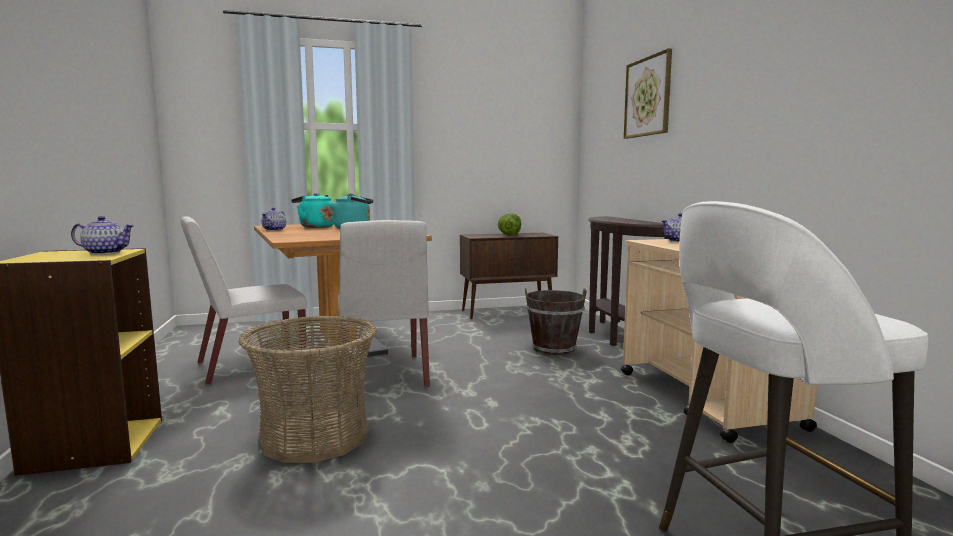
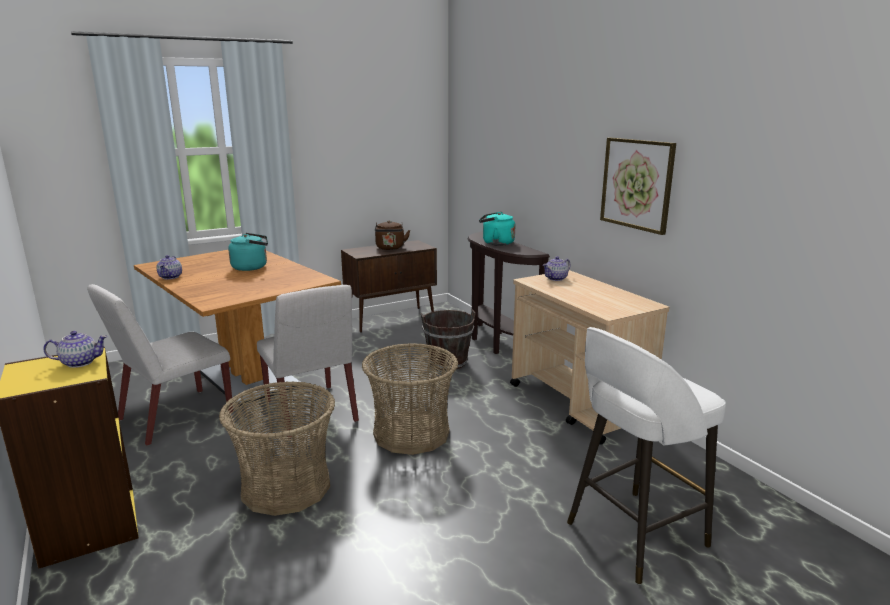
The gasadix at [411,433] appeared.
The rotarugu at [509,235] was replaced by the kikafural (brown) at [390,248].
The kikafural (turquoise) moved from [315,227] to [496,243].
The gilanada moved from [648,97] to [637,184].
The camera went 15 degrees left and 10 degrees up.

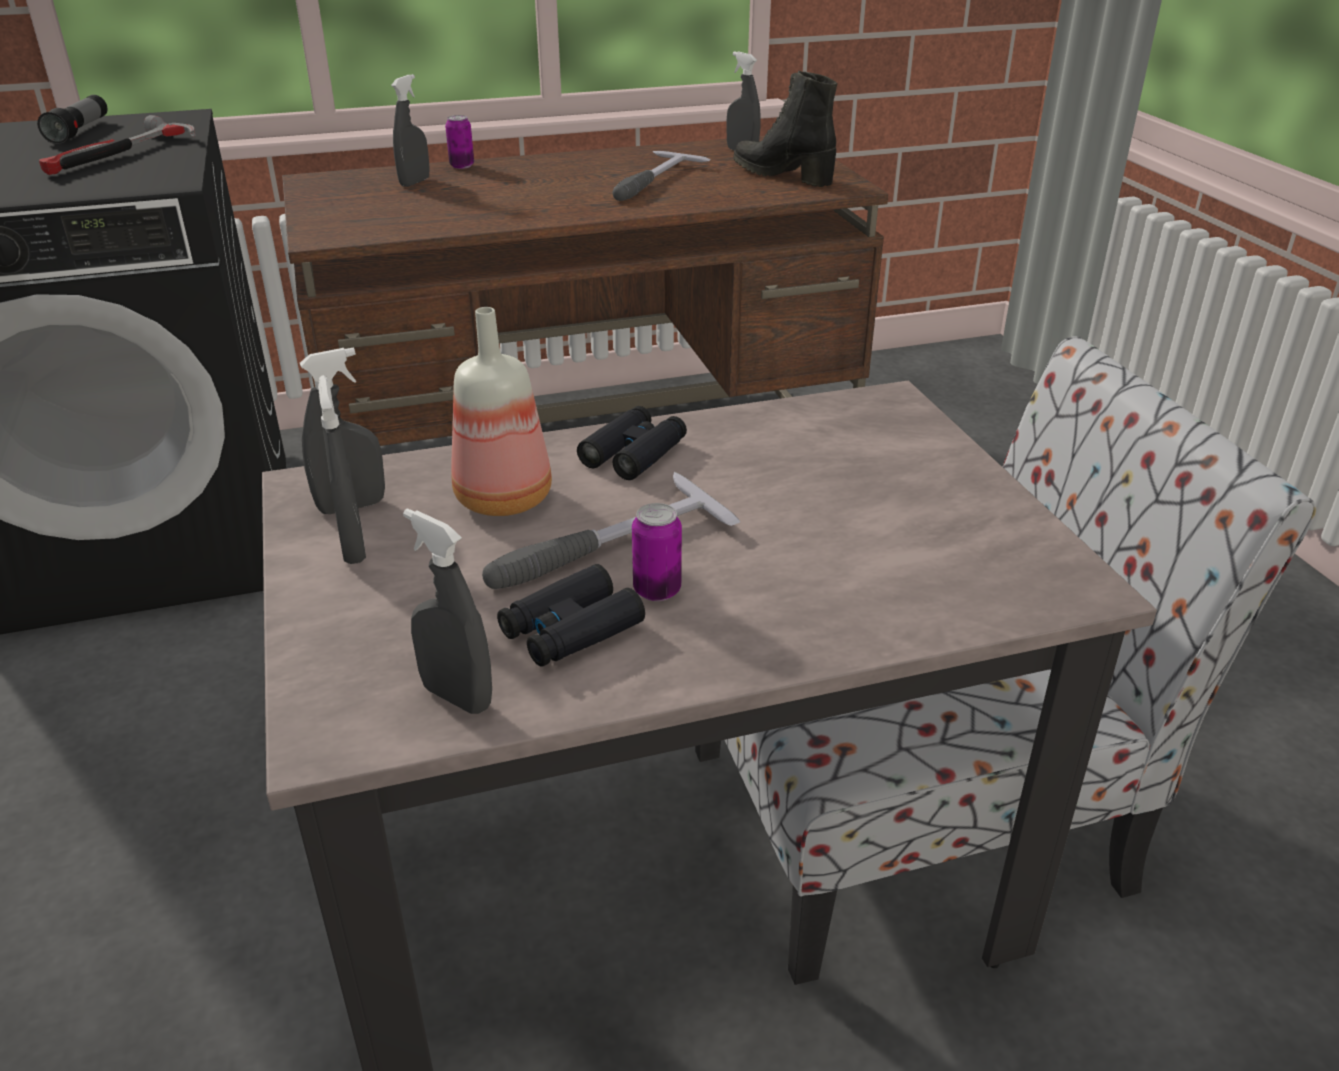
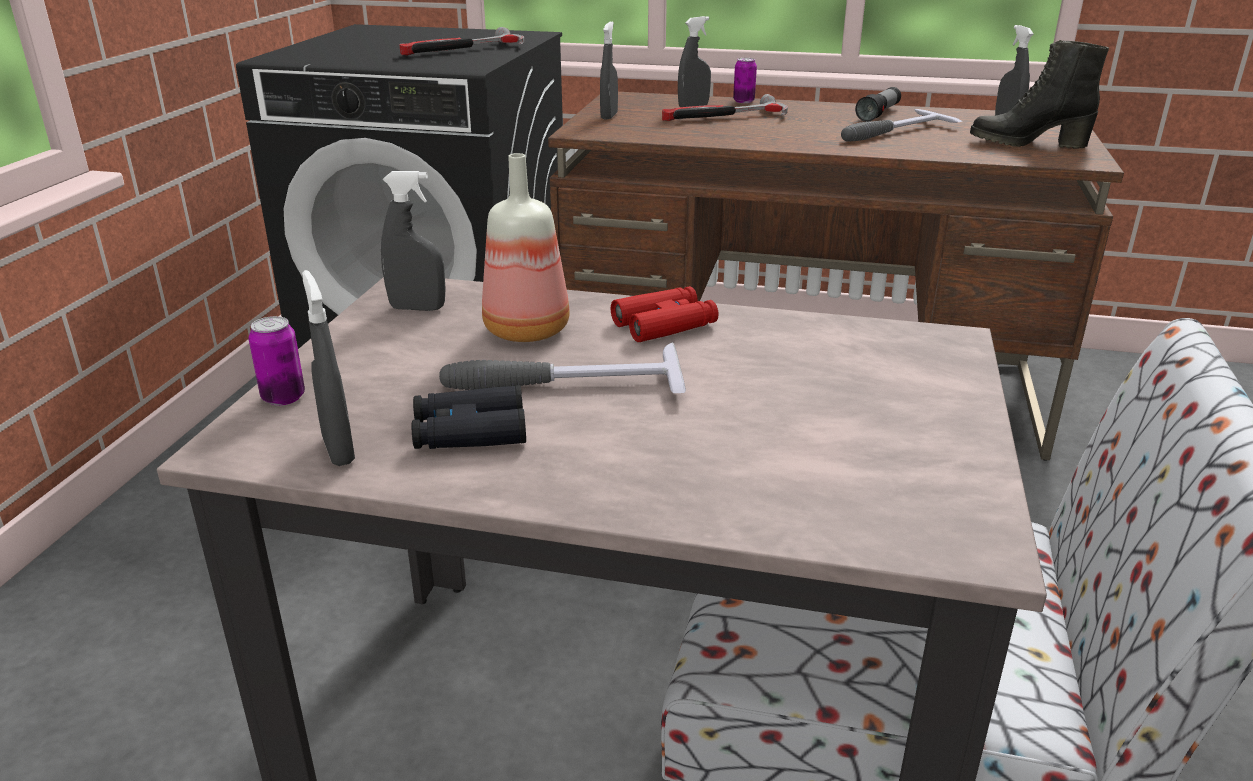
The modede moved from [657,590] to [283,397].
The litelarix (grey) moved from [353,547] to [609,116].
The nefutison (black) at [634,453] became the nefutison (red) at [664,325].
The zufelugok at [723,118] appeared.
The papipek moved from [79,132] to [878,114].
The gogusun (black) at [783,175] turned 60 degrees counterclockwise.
The camera went 30 degrees right and 5 degrees down.

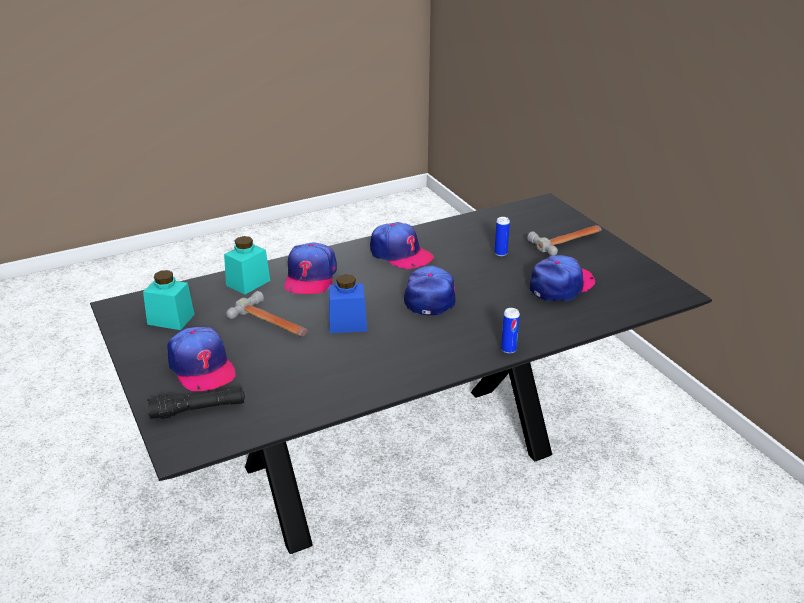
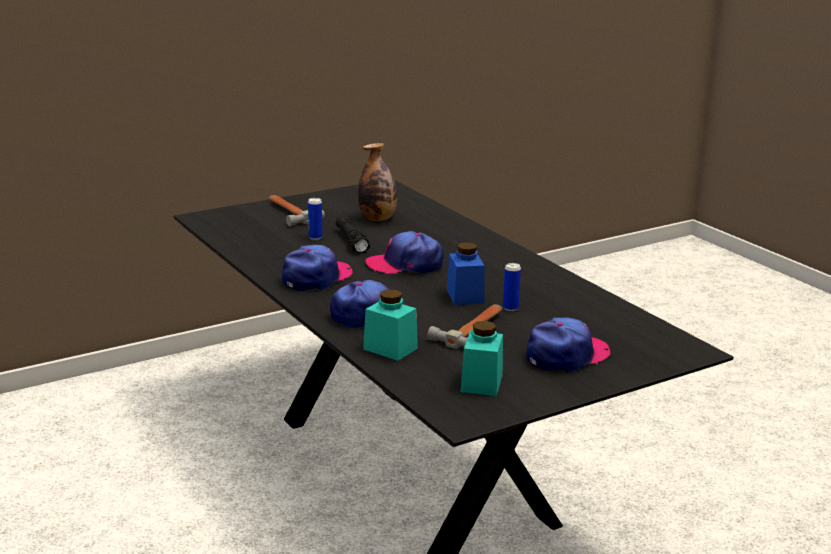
The papipek (black) moved from [198,410] to [351,241].
The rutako at [561,285] was replaced by the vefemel at [377,219].
The modede moved from [508,349] to [510,308].
The camera went 95 degrees left and 10 degrees down.

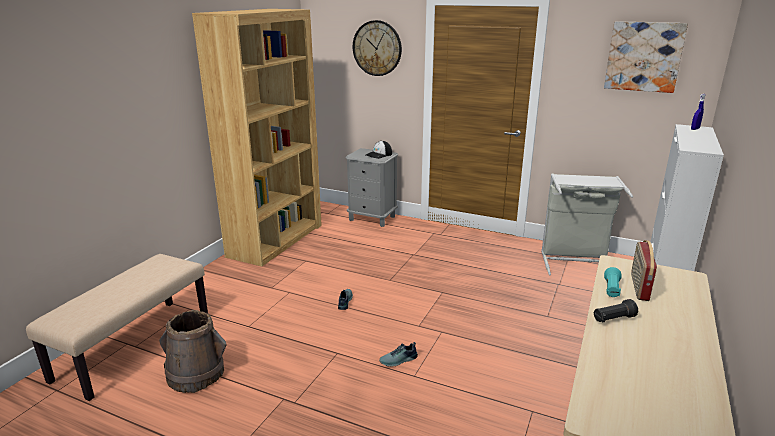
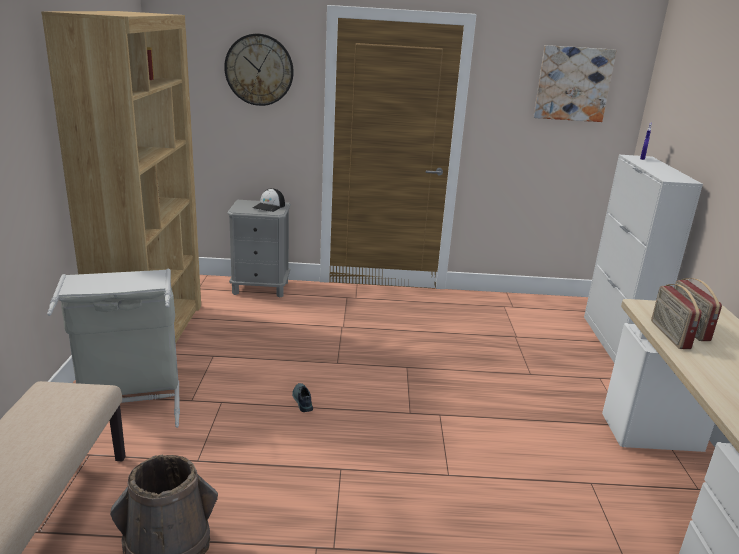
The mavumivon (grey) moved from [575,261] to [128,403].
The papipek (turquoise) at [611,289] was replaced by the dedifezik at [669,335].
The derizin at [399,360] disappeared.
The papipek (black) at [613,319] disappeared.
The camera went 25 degrees left and 0 degrees up.

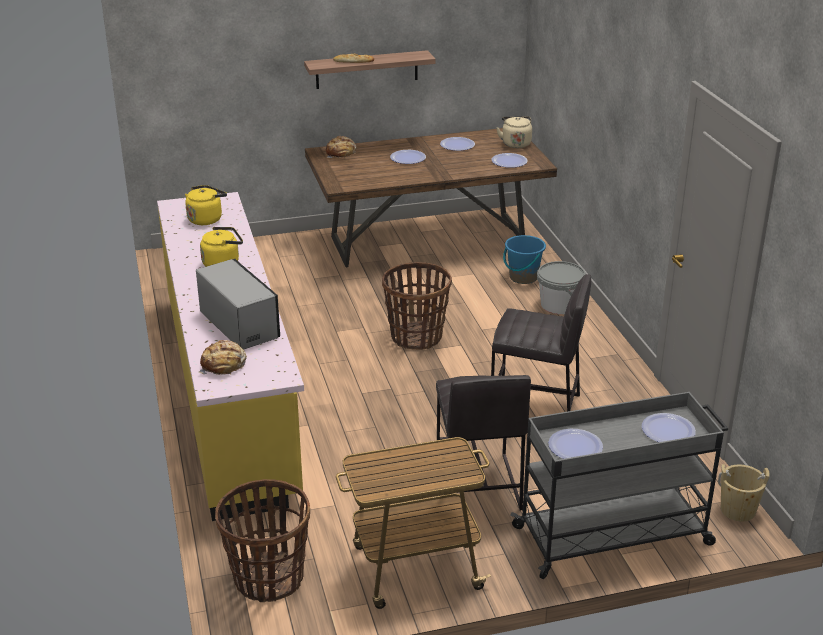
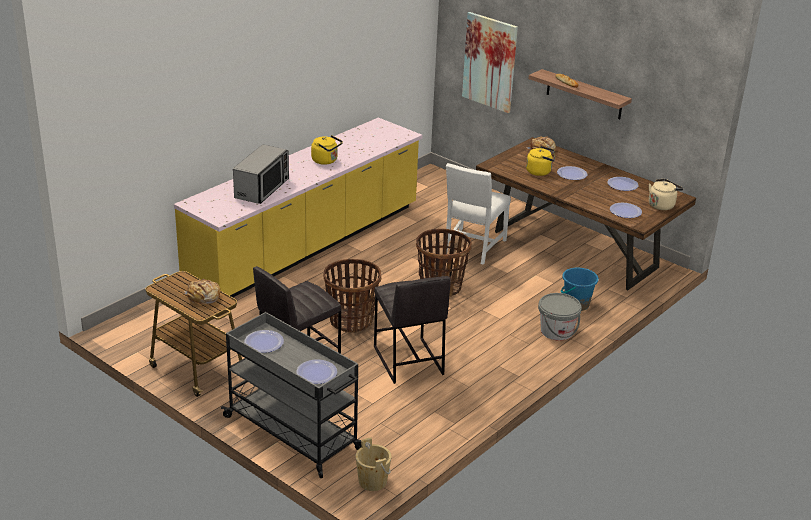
The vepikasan moved from [223,365] to [203,297].
The gasadix moved from [268,579] to [351,321].
The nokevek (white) at [472,247] appeared.
The gilanada at [490,62] appeared.
The kikafural (yellow) moved from [206,219] to [540,171].
The camera went 55 degrees right and 0 degrees up.

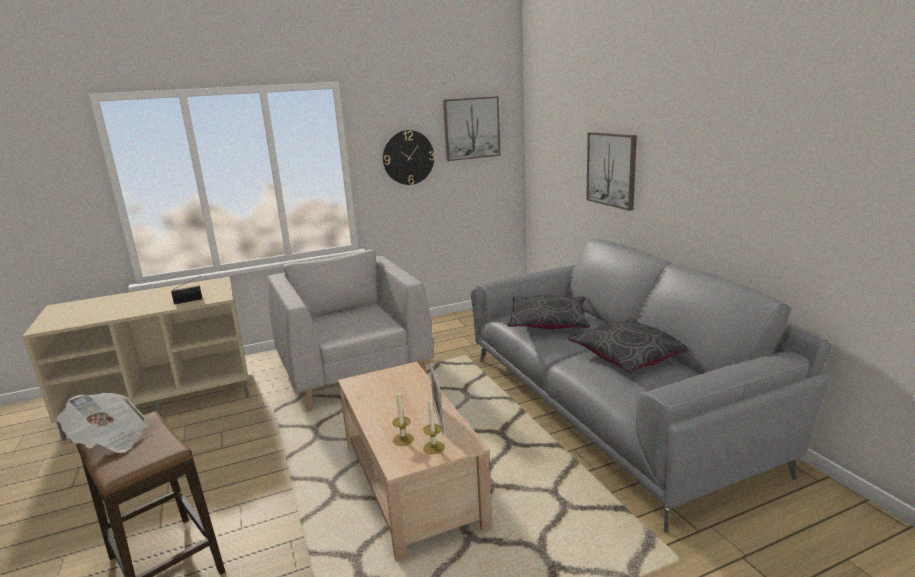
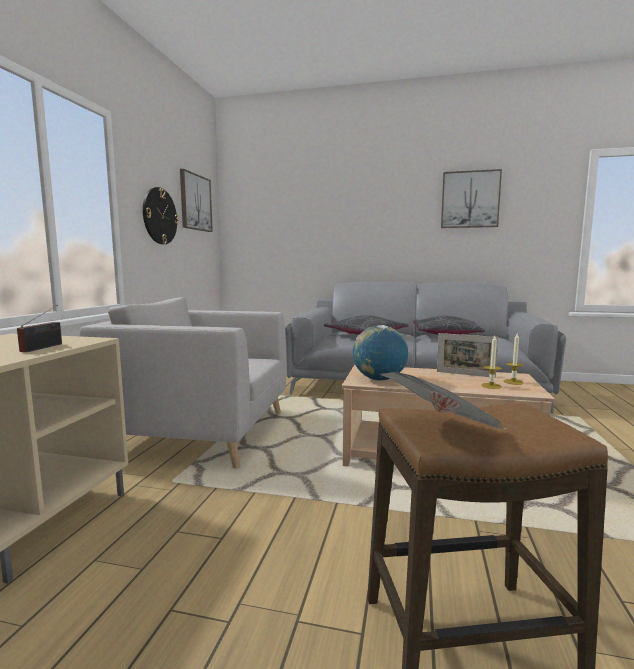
The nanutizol at [379,379] appeared.
The gilanada moved from [611,169] to [470,199].
The camera went 55 degrees left and 10 degrees down.

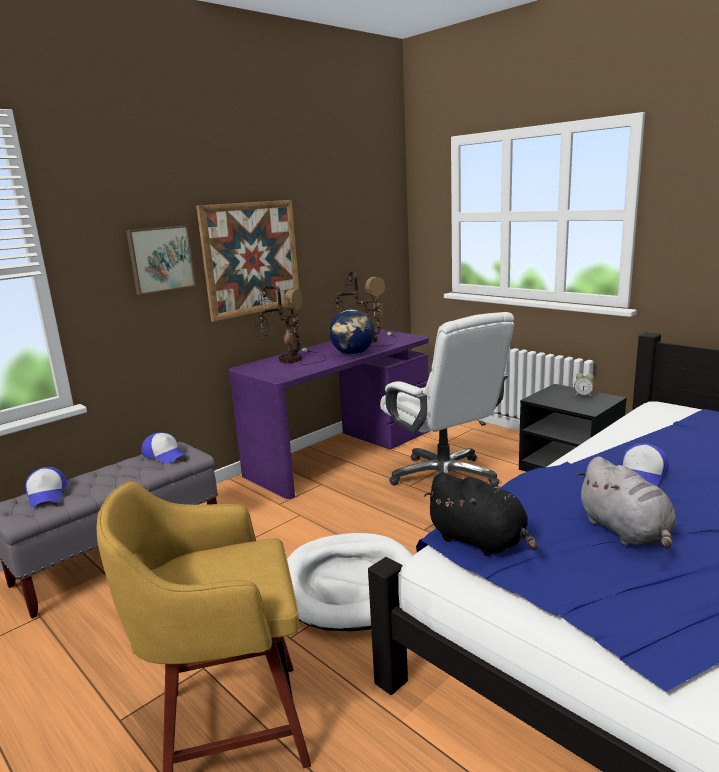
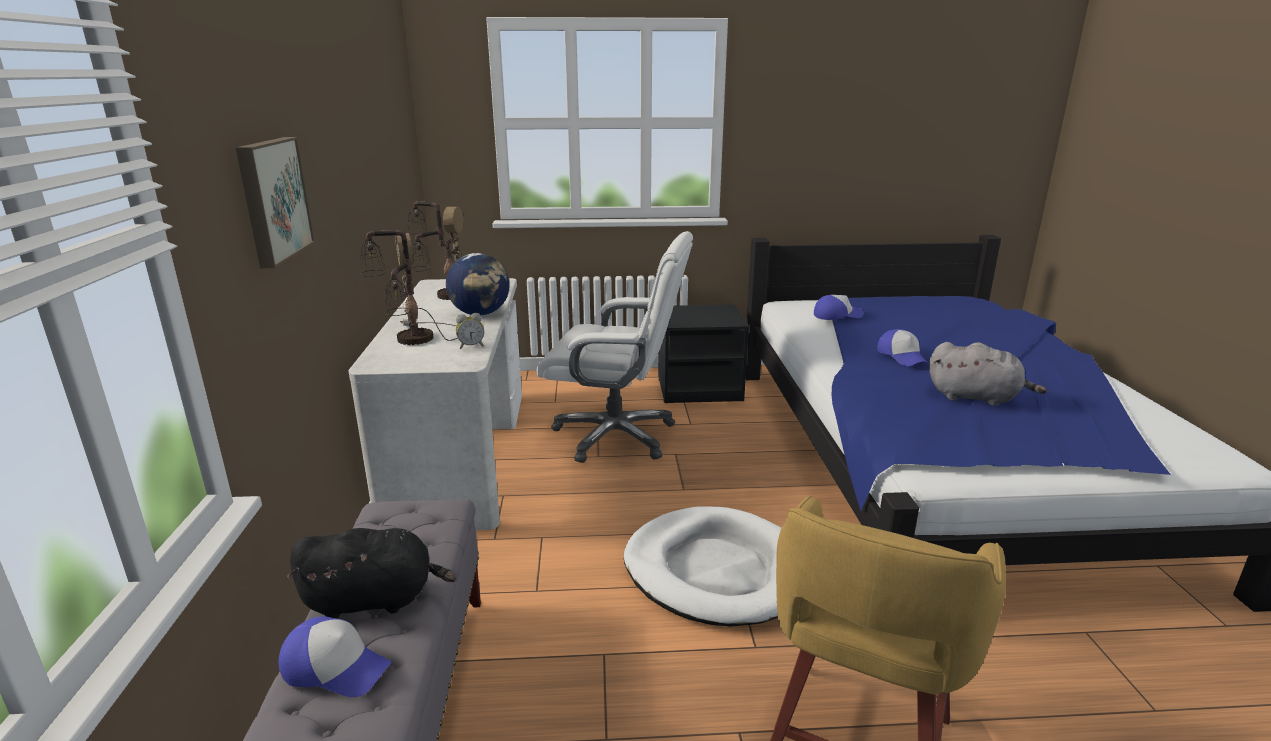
The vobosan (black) moved from [480,541] to [375,600].
The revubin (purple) at [341,452] became the revubin (white) at [460,453].
The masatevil moved from [583,396] to [471,346].
The rutako moved from [165,455] to [837,315].
The gilanada at [251,258] disappeared.
The camera went 50 degrees left and 5 degrees up.

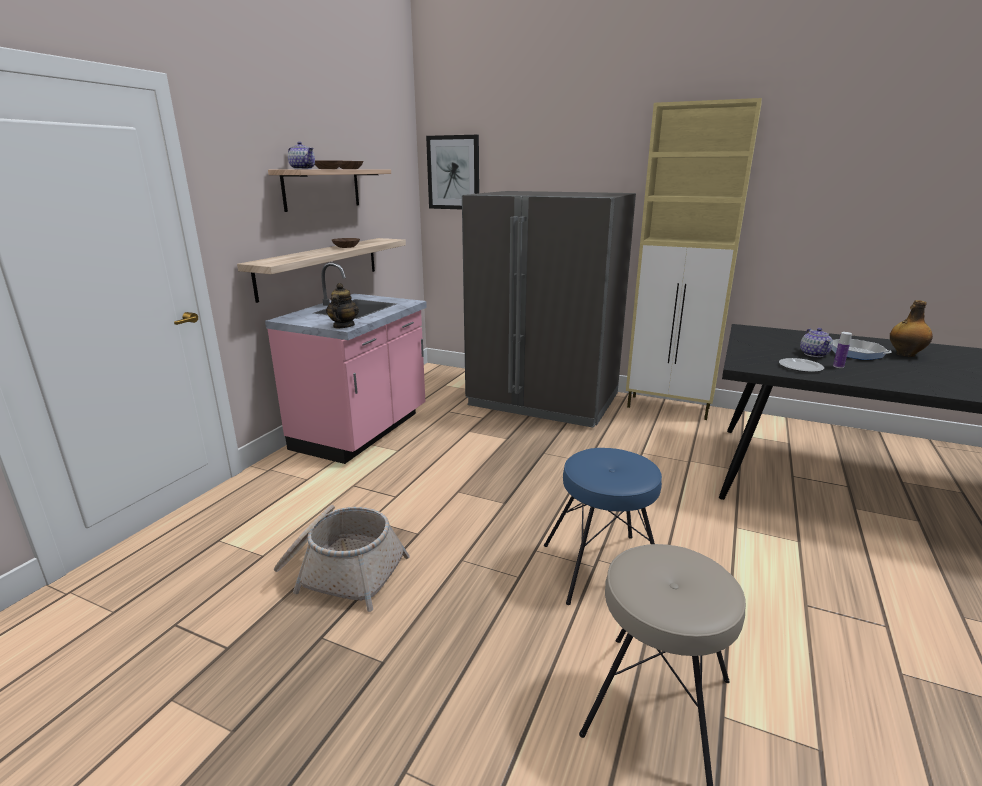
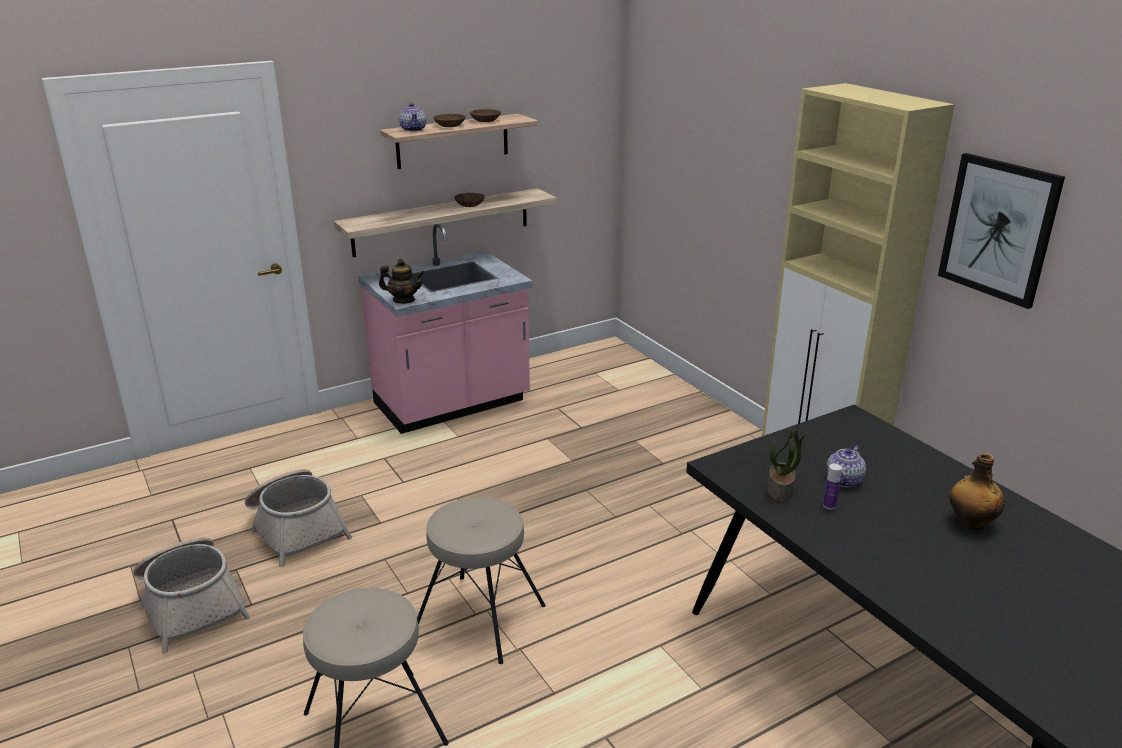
The gasadix at [191,603] appeared.
The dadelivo at [343,326] turned 60 degrees clockwise.
The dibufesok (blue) at [602,568] became the dibufesok (beige) at [479,619].
The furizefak at [801,367] was replaced by the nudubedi at [781,490].
The gilanada moved from [453,173] to [998,229].
The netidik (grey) at [544,400] disappeared.
The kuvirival at [855,353] disappeared.
The camera went 35 degrees right and 5 degrees up.

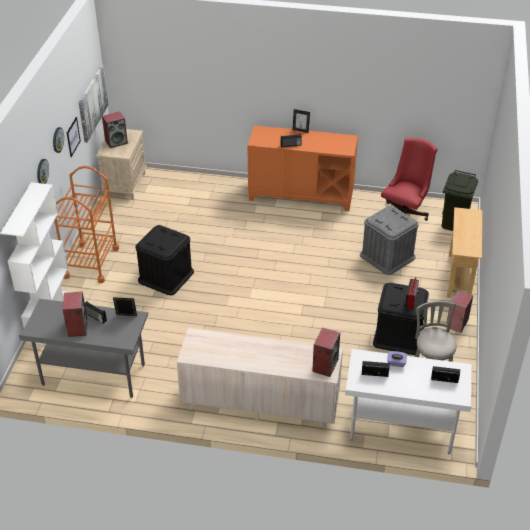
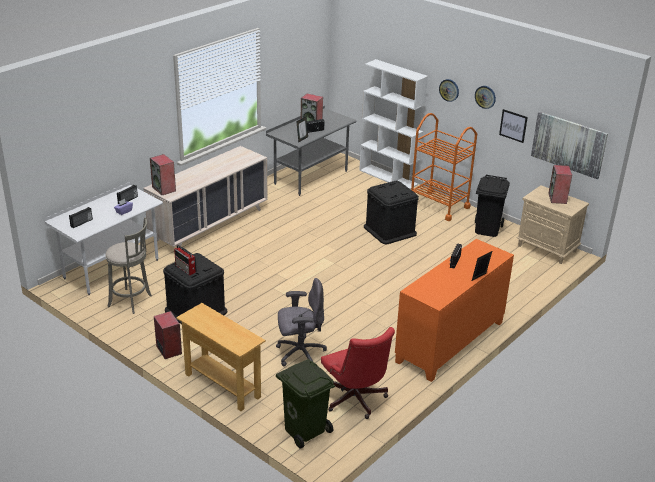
The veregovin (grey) at [387,256] was replaced by the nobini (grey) at [299,353].
The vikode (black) at [486,229] appeared.
The camera went 120 degrees right and 10 degrees down.

